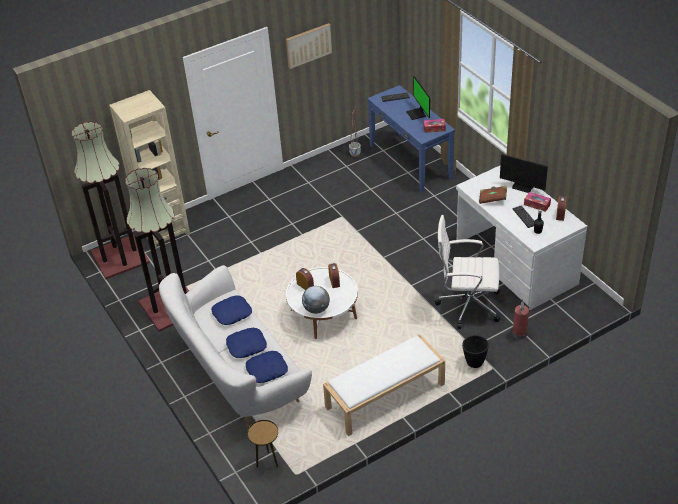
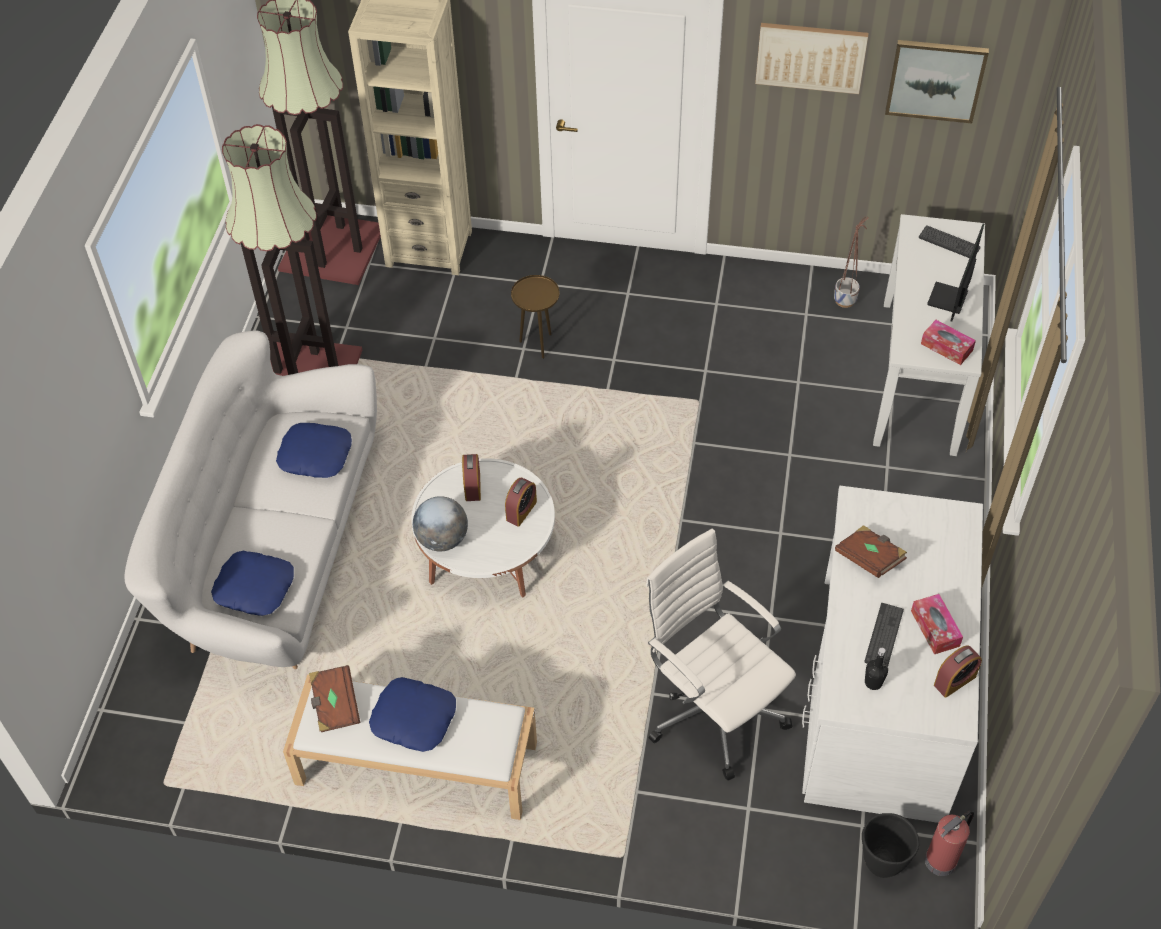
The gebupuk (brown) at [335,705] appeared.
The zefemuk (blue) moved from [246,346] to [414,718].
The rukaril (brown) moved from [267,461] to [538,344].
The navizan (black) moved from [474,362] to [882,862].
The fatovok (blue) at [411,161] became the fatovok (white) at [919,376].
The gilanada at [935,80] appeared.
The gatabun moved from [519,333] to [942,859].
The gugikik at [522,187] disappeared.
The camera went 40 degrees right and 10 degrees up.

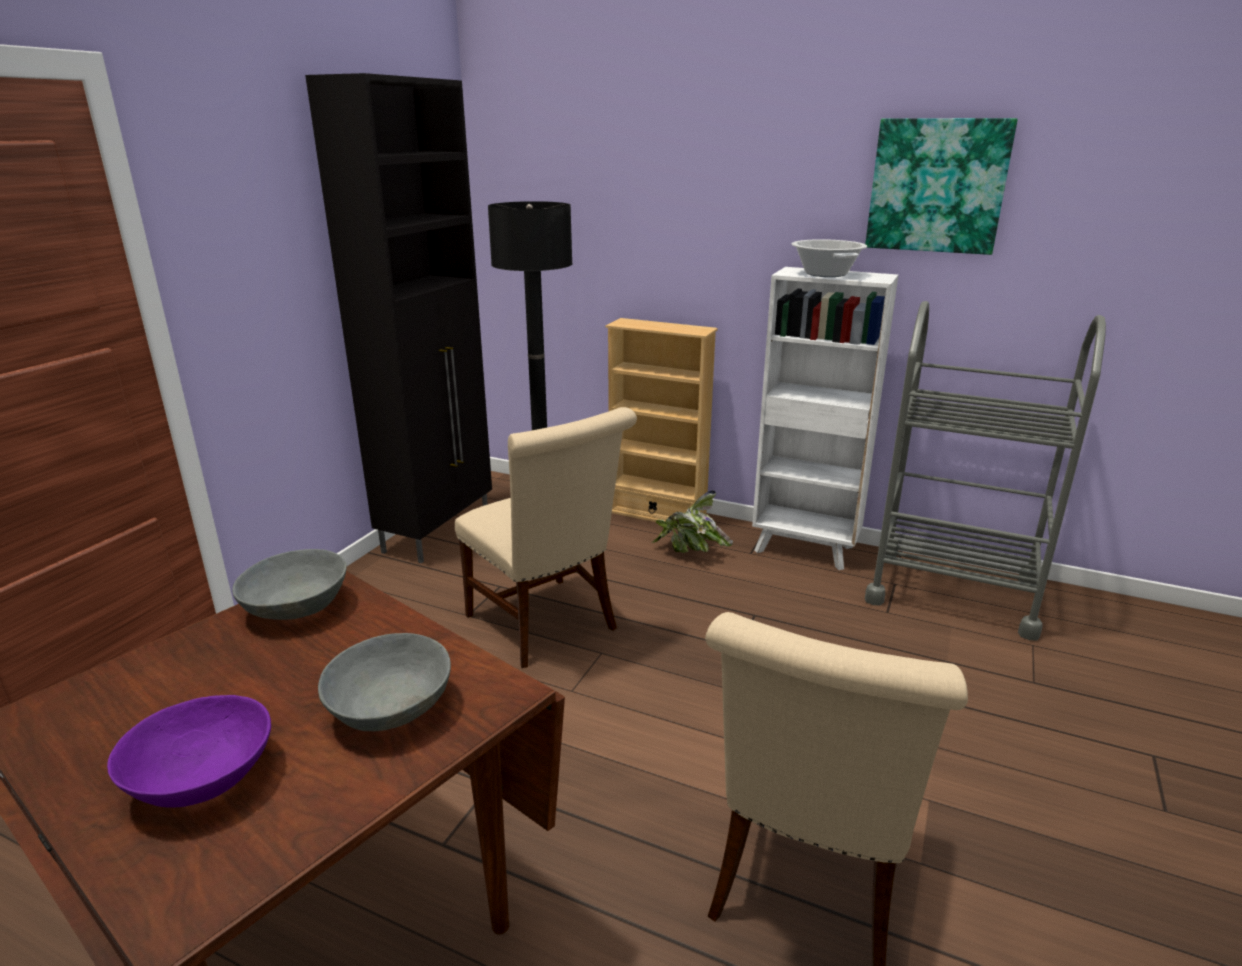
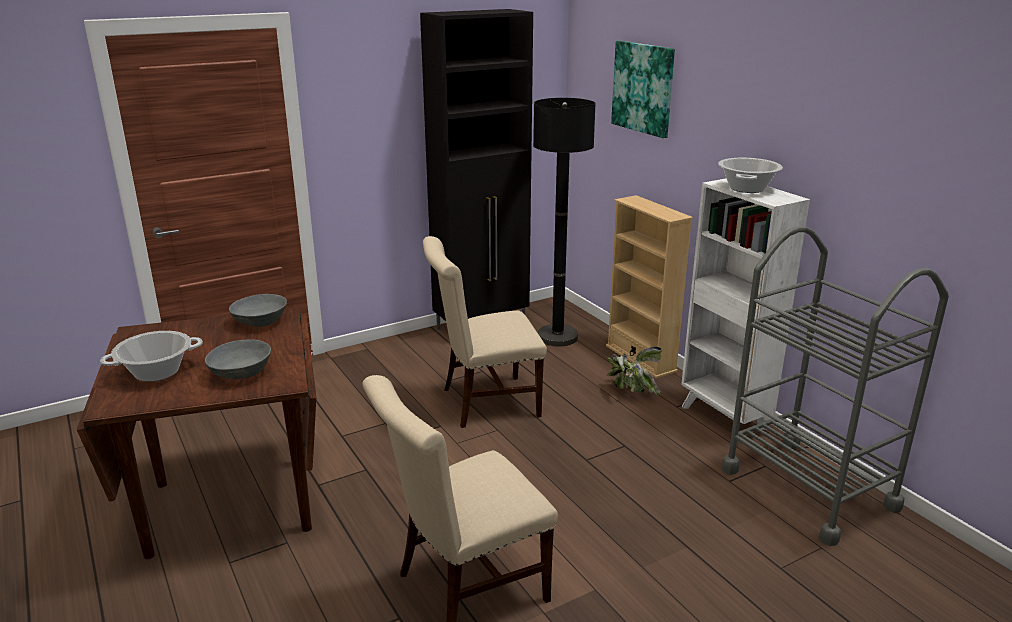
The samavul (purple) at [202,780] was replaced by the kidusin at [157,372].
The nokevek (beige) at [547,625] turned 75 degrees clockwise.
The gilanada moved from [937,186] to [643,88].
The camera went 35 degrees right and 0 degrees up.

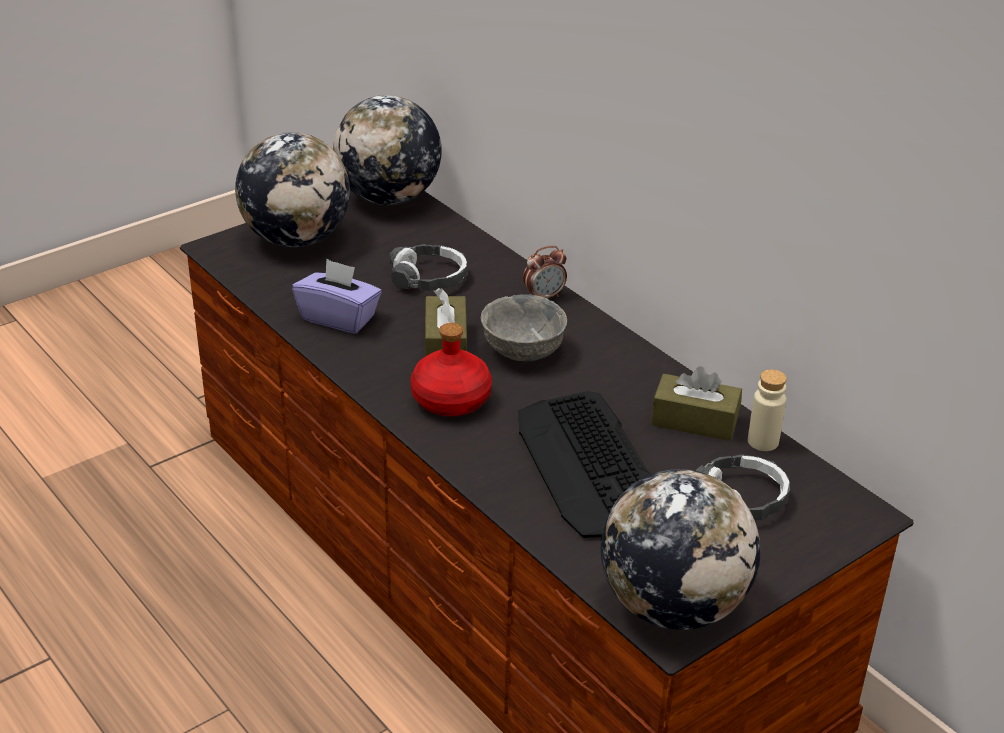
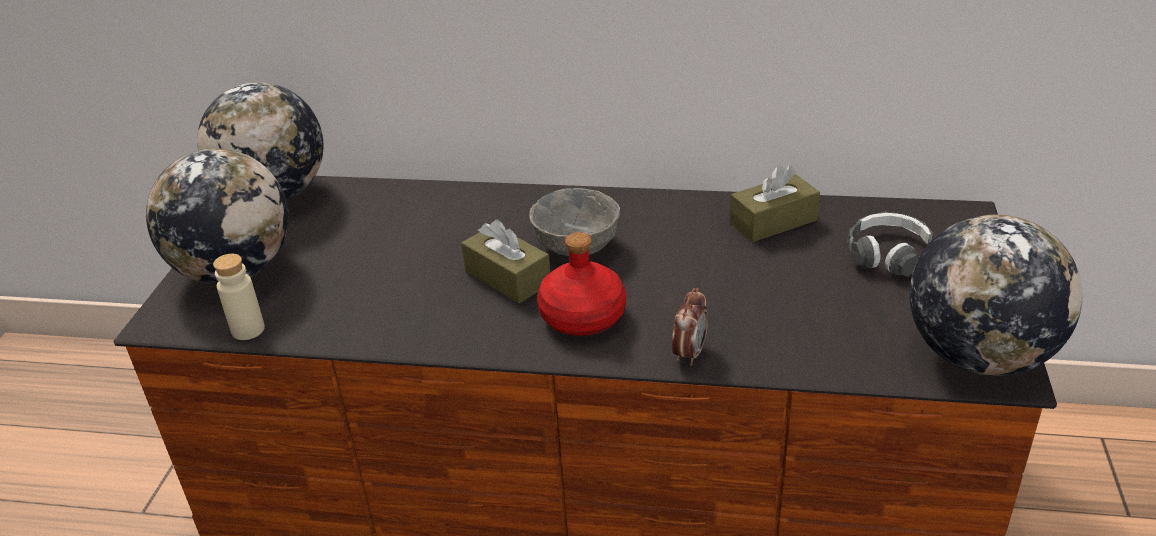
The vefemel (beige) moved from [763,441] to [248,330].
The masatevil moved from [544,296] to [689,353].
The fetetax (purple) at [339,318] disappeared.
The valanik at [428,278] disappeared.
The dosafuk at [589,466] disappeared.
The camera went 40 degrees left and 0 degrees up.

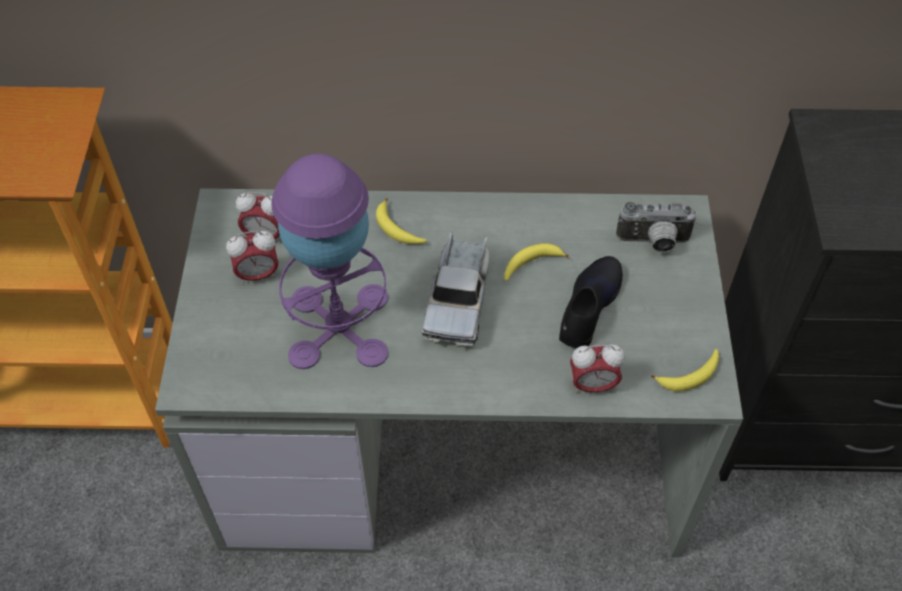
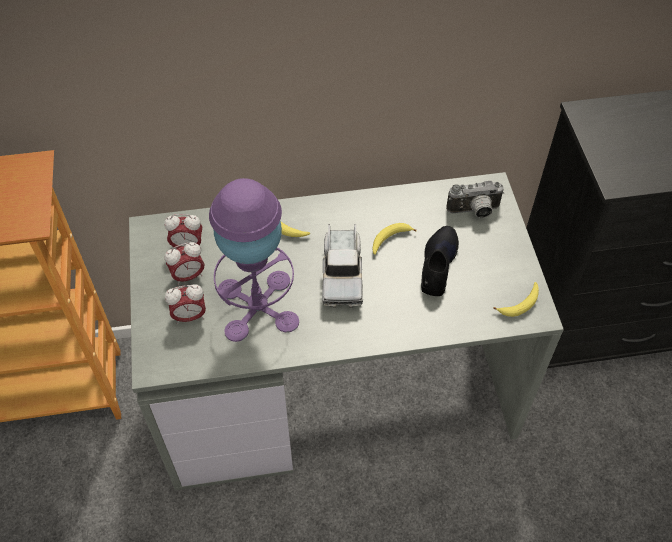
The masatevil moved from [592,385] to [189,316].
The camera went 10 degrees left and 0 degrees up.

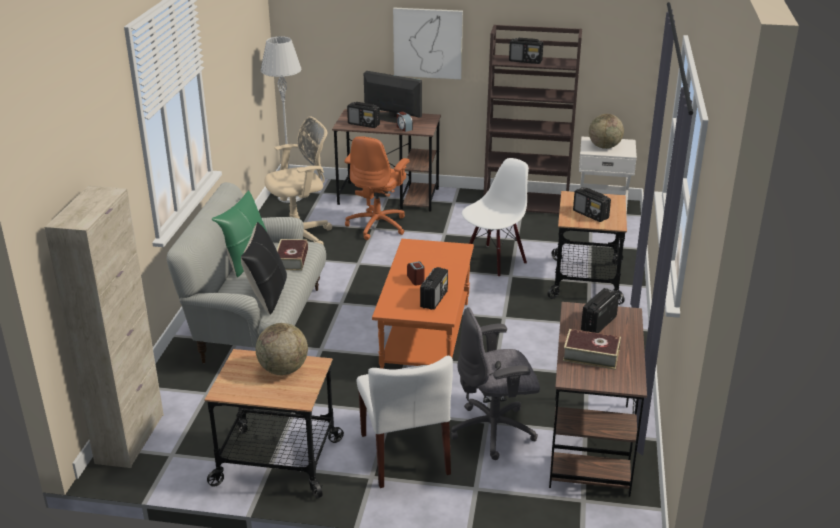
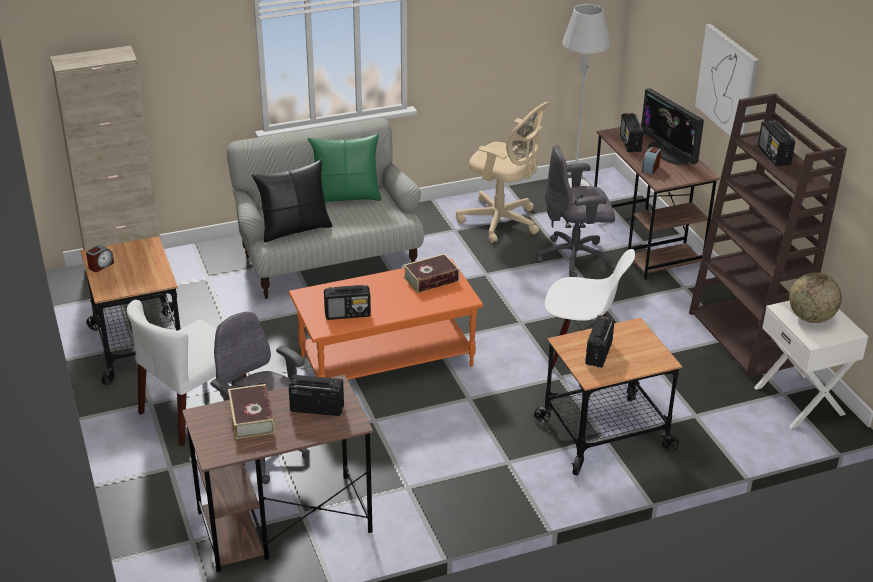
The masatevil moved from [416,279] to [101,265].
The gebupuk moved from [291,260] to [431,279].
The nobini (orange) at [378,225] became the nobini (grey) at [575,258].
The gugikik at [392,118] turned 150 degrees clockwise.
The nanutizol at [283,370] disappeared.
The camera went 60 degrees right and 5 degrees up.

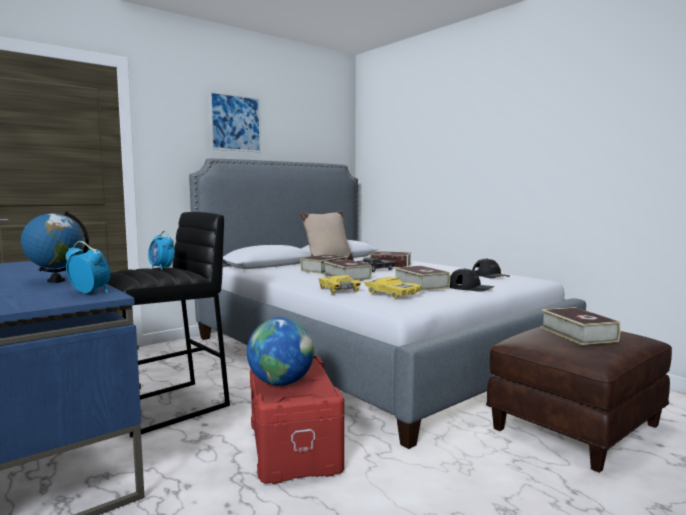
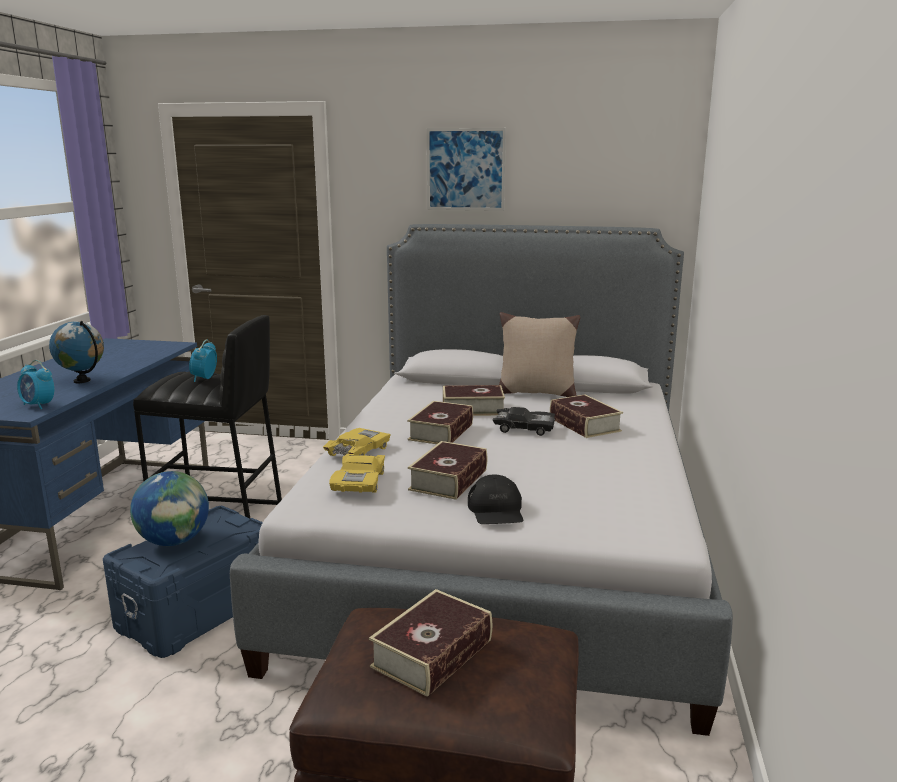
The masatevil at [90,292] turned 135 degrees clockwise.
The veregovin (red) at [292,446] became the veregovin (blue) at [196,610].
The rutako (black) at [490,275] disappeared.
The camera went 50 degrees right and 10 degrees up.

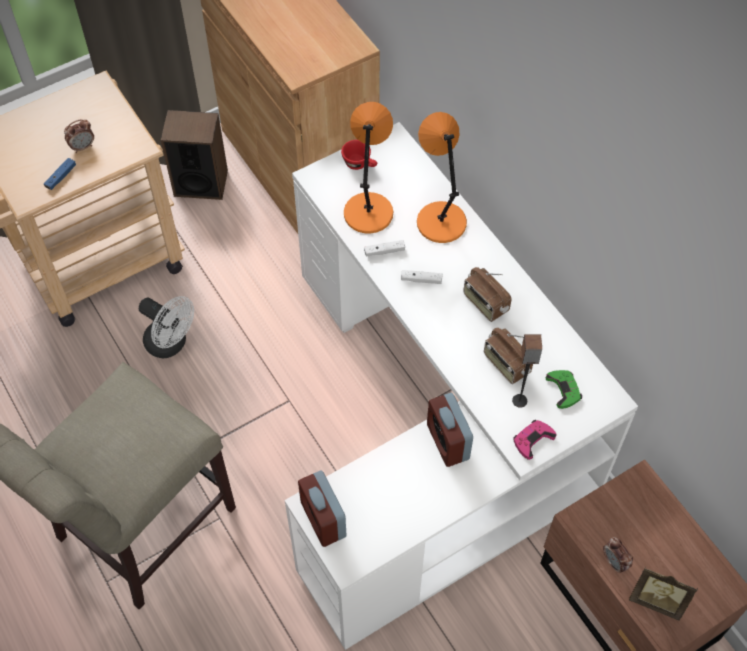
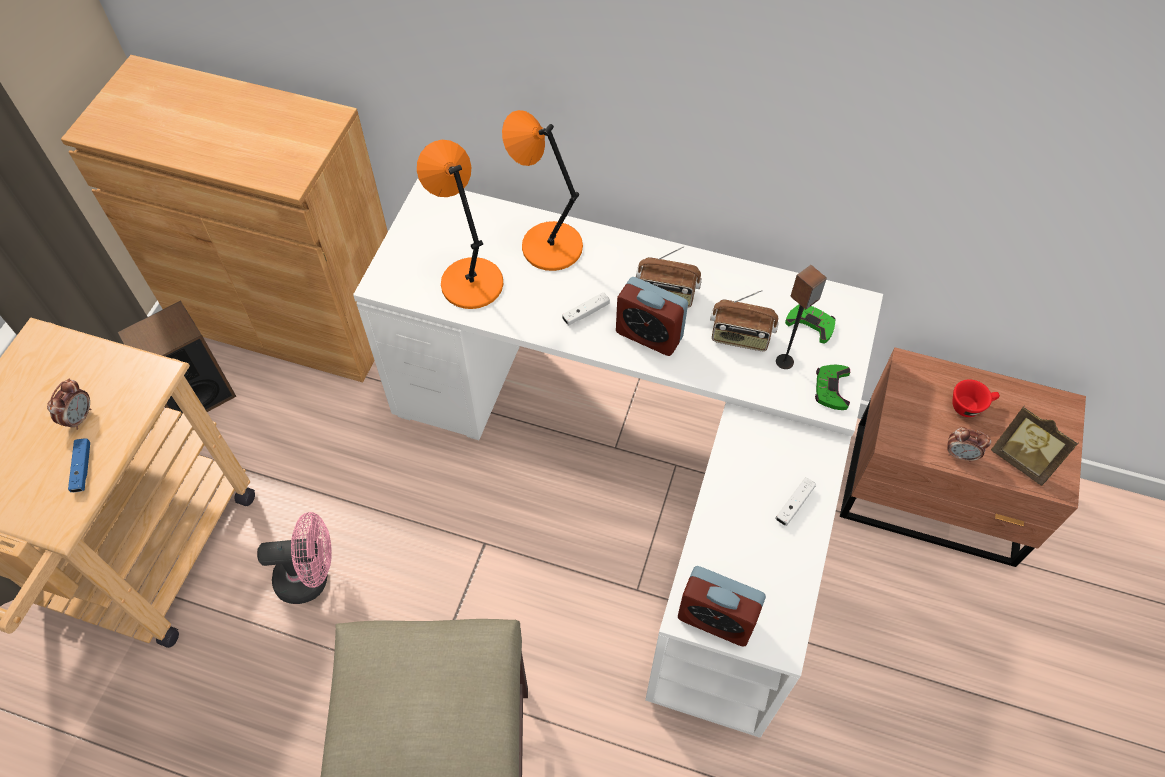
The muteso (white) at [171,344] became the muteso (pink) at [311,577].
The masatevil moved from [447,442] to [649,335].
The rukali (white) moved from [384,251] to [794,504].
The rukali (pink) at [533,440] became the rukali (green) at [831,389].
The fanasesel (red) moved from [360,164] to [970,405].
The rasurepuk at [656,600] turned 60 degrees clockwise.
The camera went 40 degrees left and 0 degrees up.

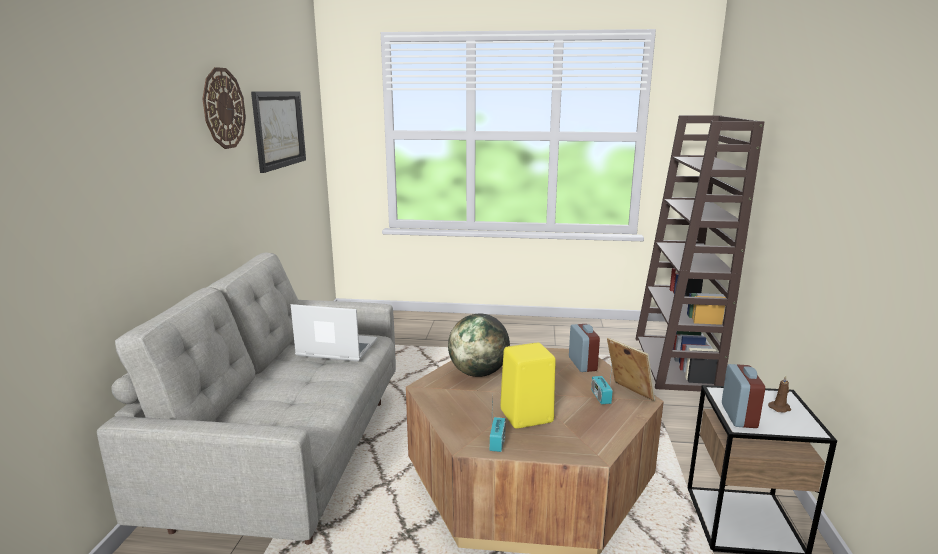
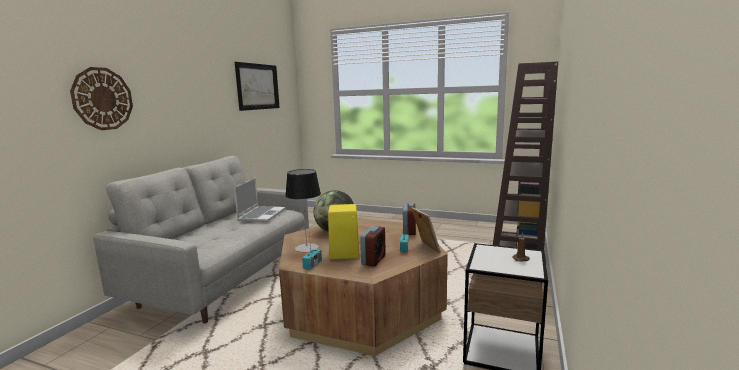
The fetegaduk moved from [223,108] to [102,99].
The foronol at [335,349] turned 75 degrees clockwise.
The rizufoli at [306,248] appeared.
The masatevil moved from [738,416] to [373,260].
The camera went 15 degrees right and 5 degrees down.

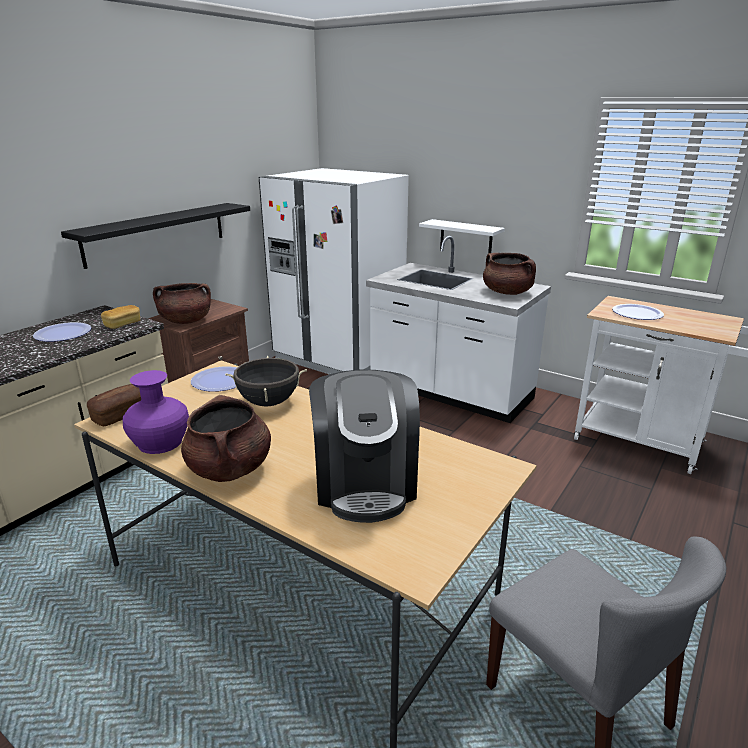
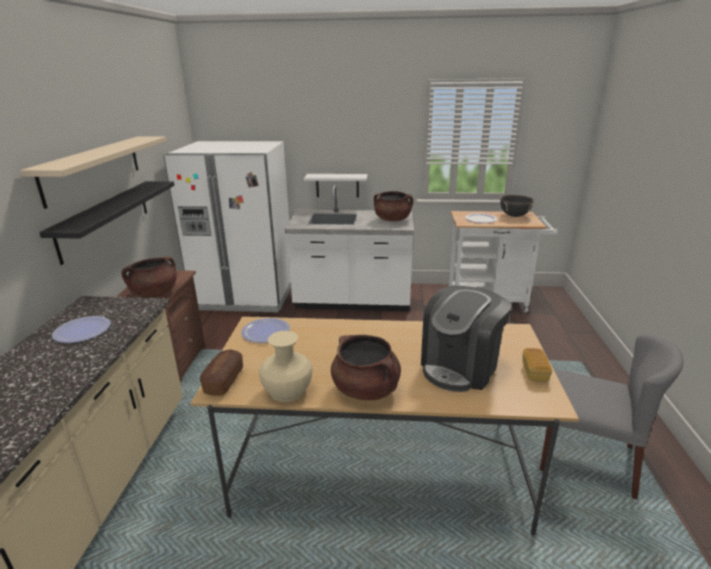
The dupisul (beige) at [93,168] appeared.
The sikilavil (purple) at [160,442] became the sikilavil (beige) at [287,390].
The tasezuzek at [365,483] turned 75 degrees clockwise.
The kidusin (black) moved from [269,402] to [514,216].
The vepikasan moved from [122,324] to [534,372].
The camera went 30 degrees left and 0 degrees up.

